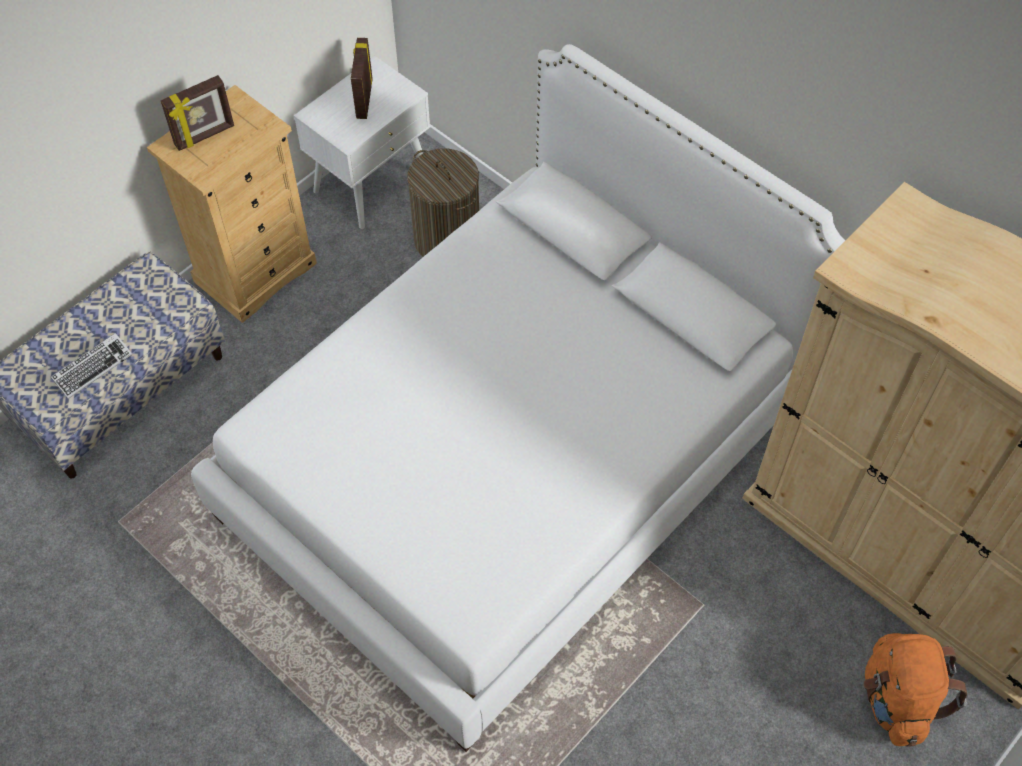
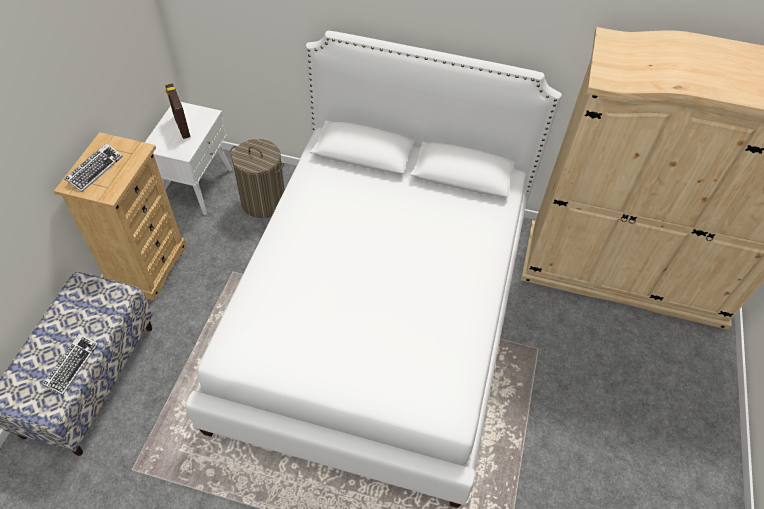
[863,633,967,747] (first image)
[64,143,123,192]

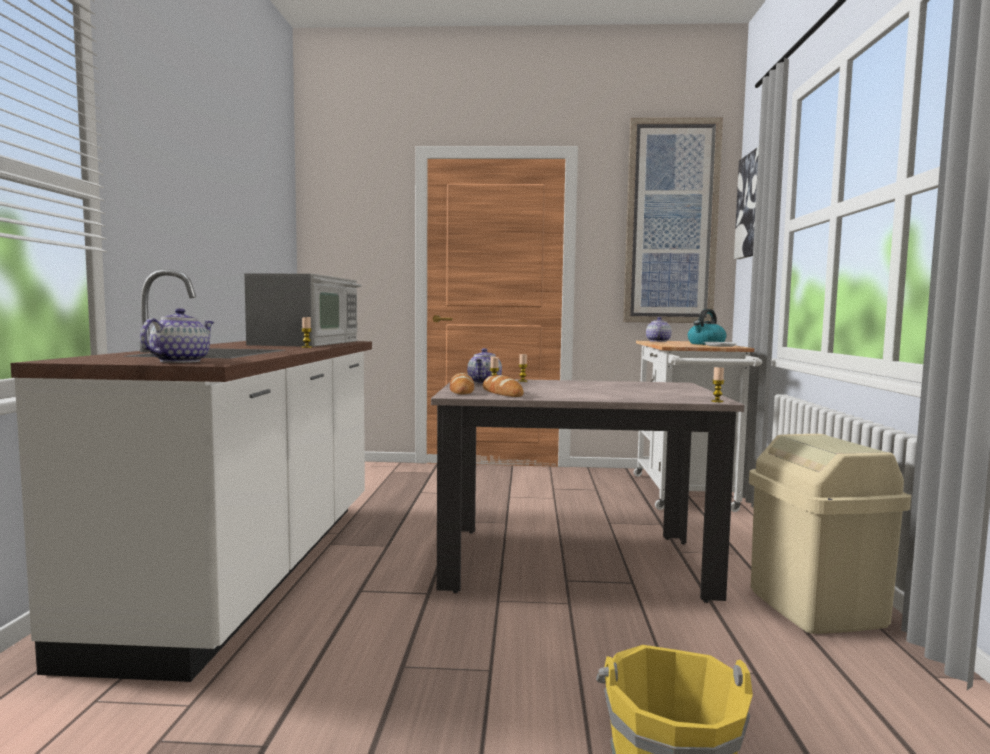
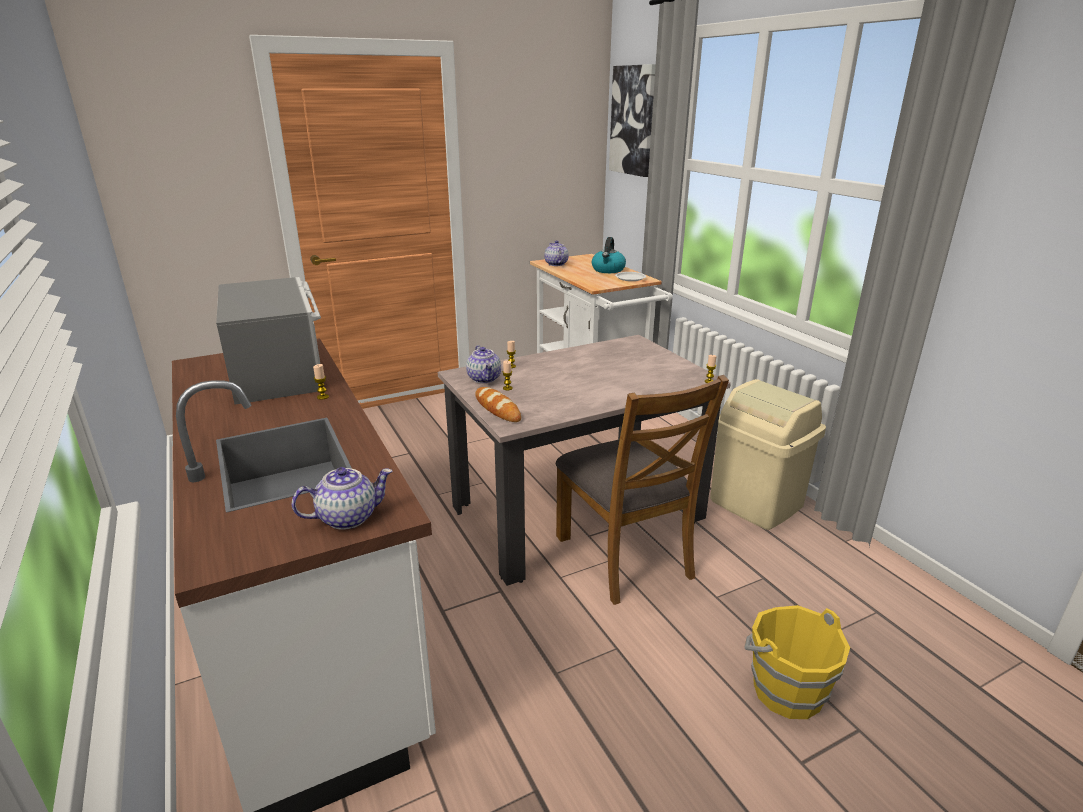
[483,375,524,397] (first image)
[623,117,723,323] (first image)
[555,375,729,605]
[292,467,393,530]

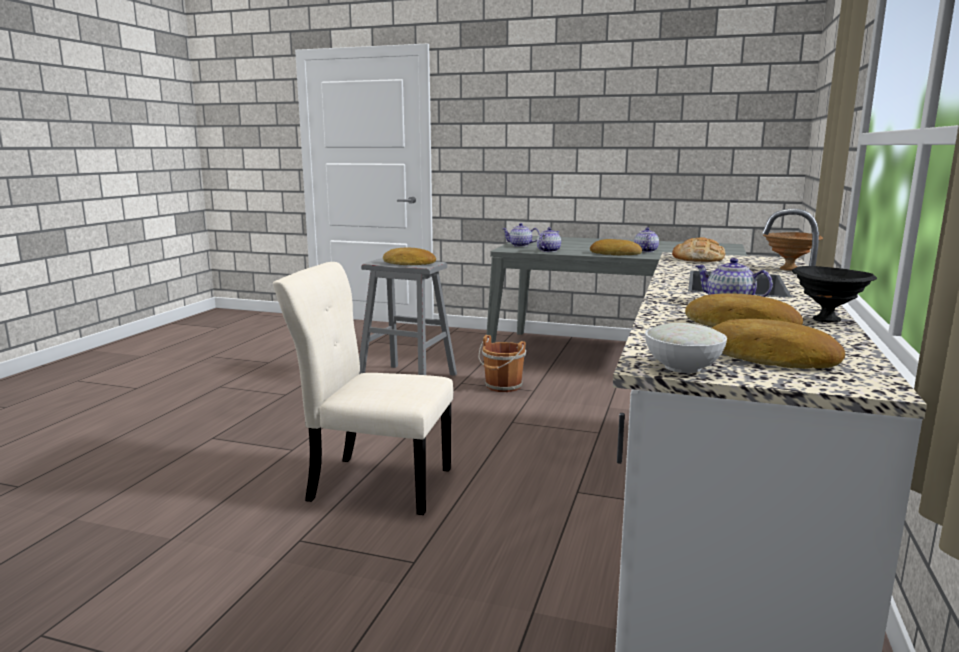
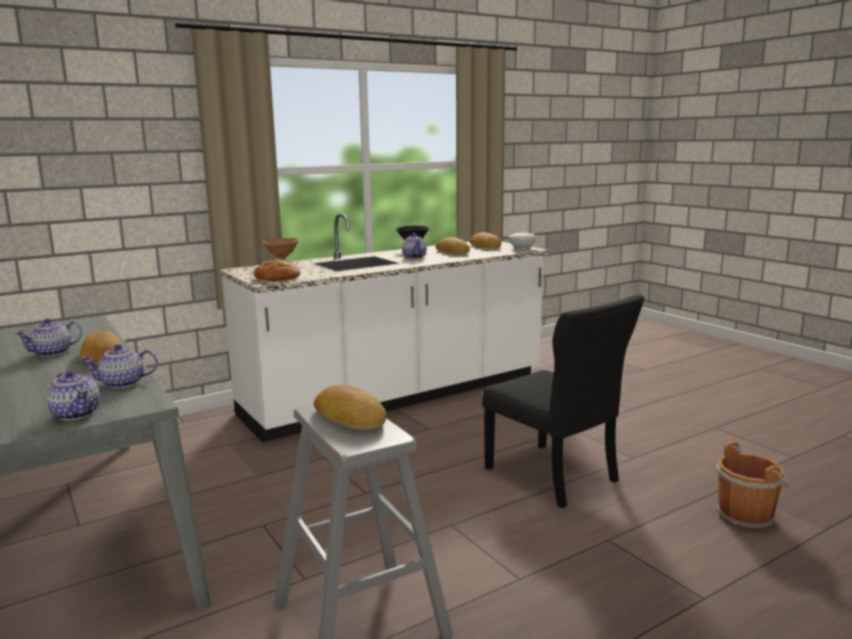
[715,441,790,531]
[482,294,645,508]

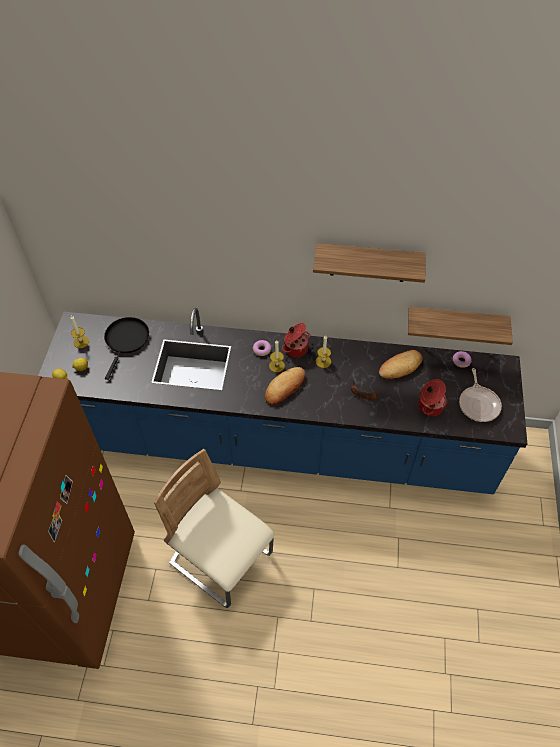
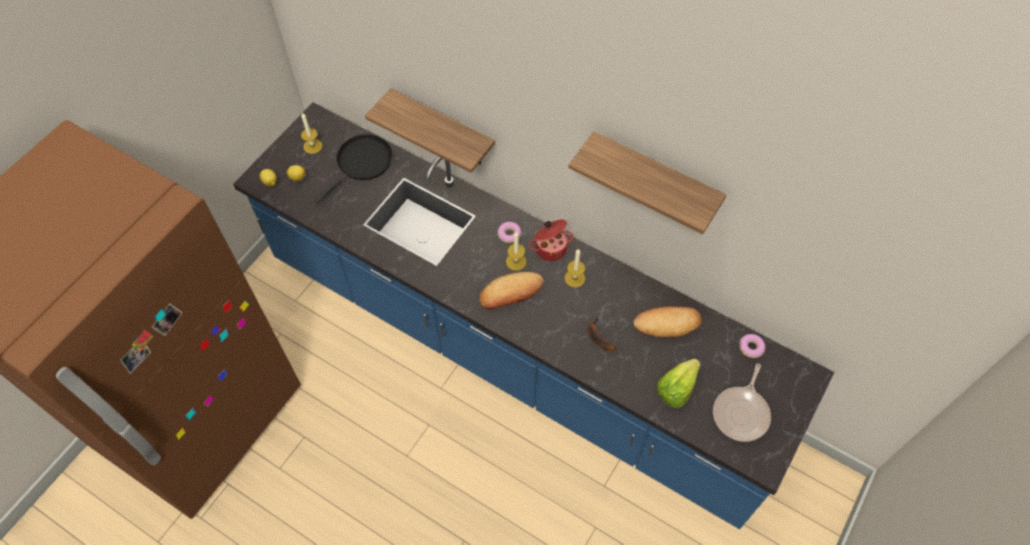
[154,449,275,608] (first image)
[365,88,495,173]
[657,359,700,408]

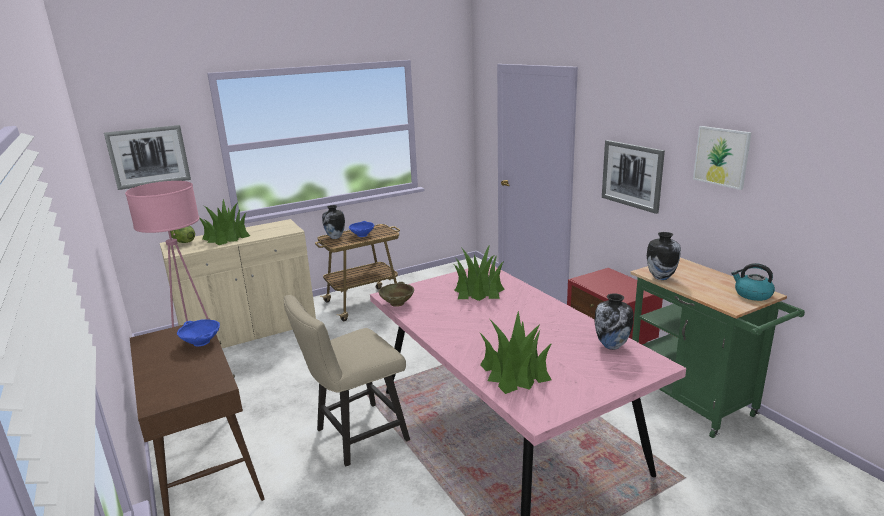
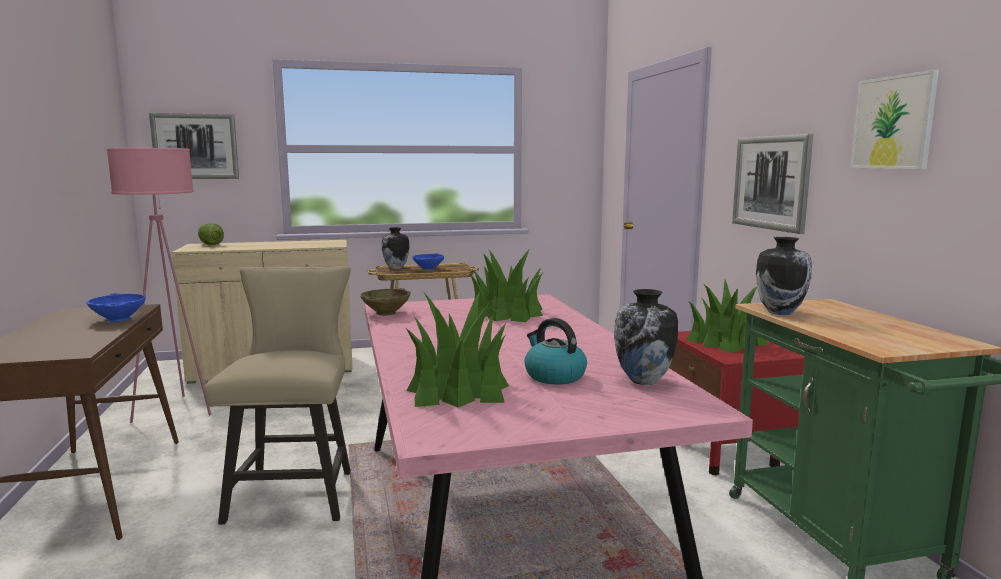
[686,279,768,353]
[524,318,587,384]
[205,266,351,524]

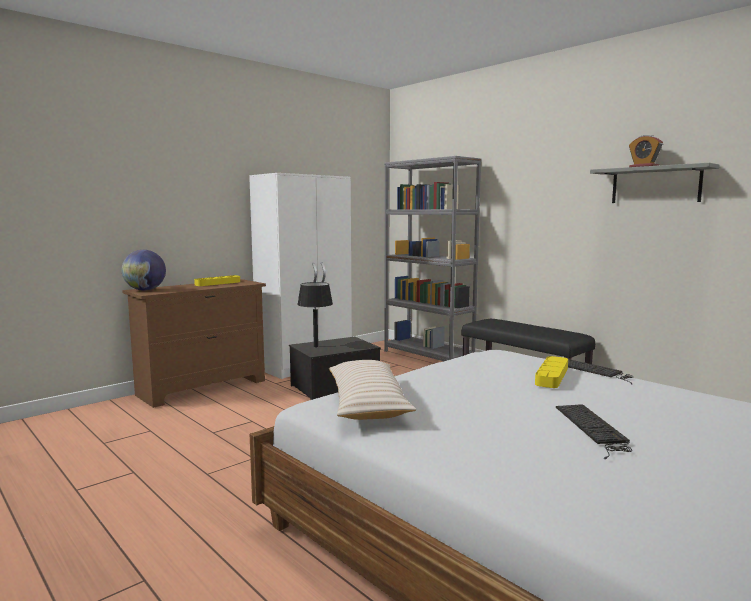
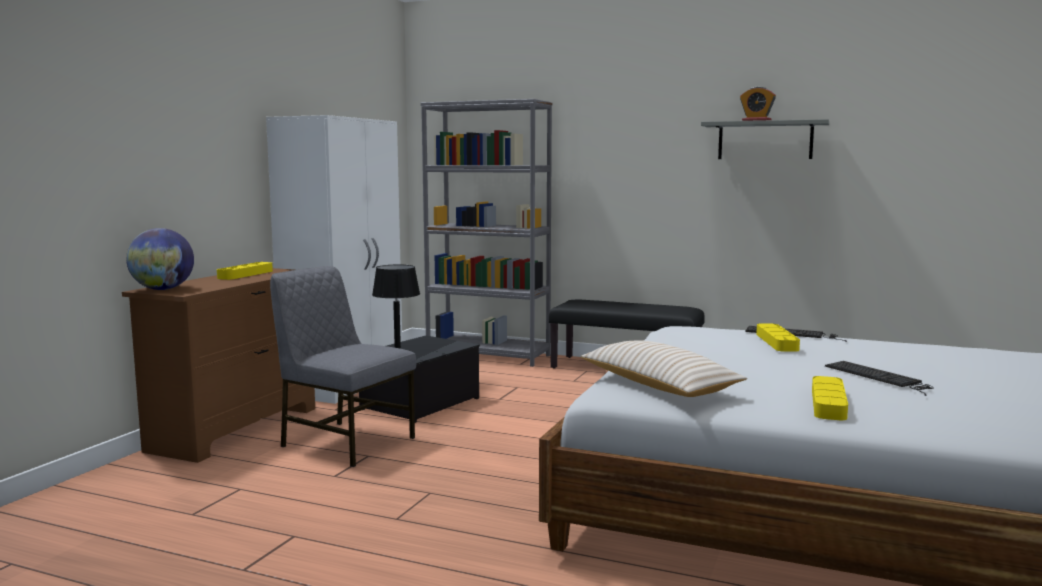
[270,266,416,467]
[812,376,848,420]

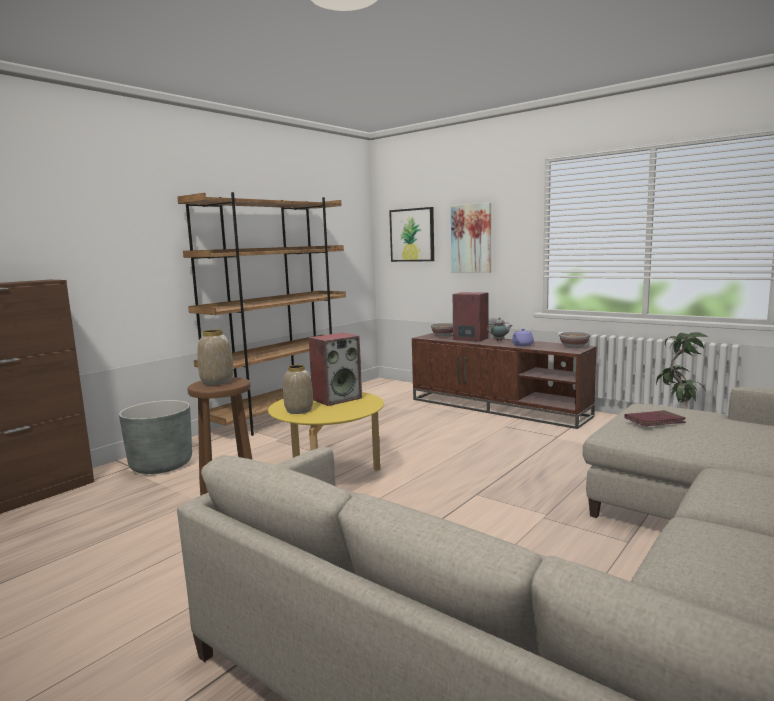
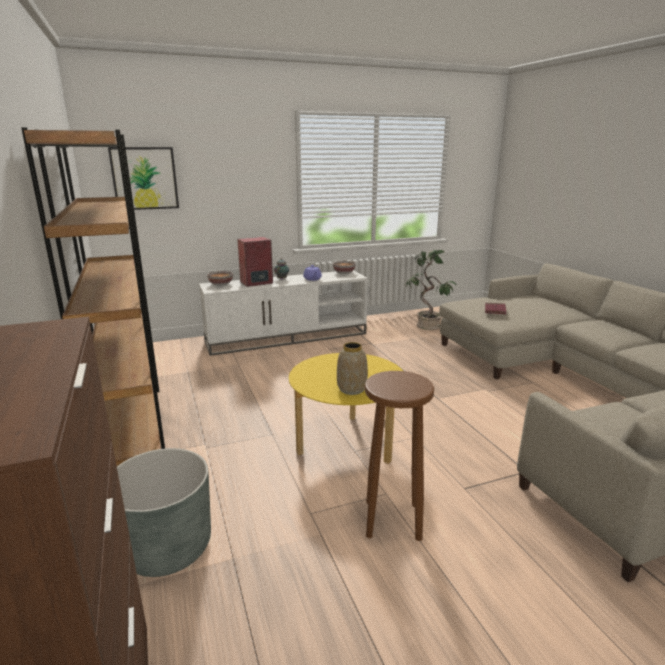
[197,329,234,386] (first image)
[309,333,362,406] (first image)
[451,203,491,273] (first image)
[199,270,368,356]

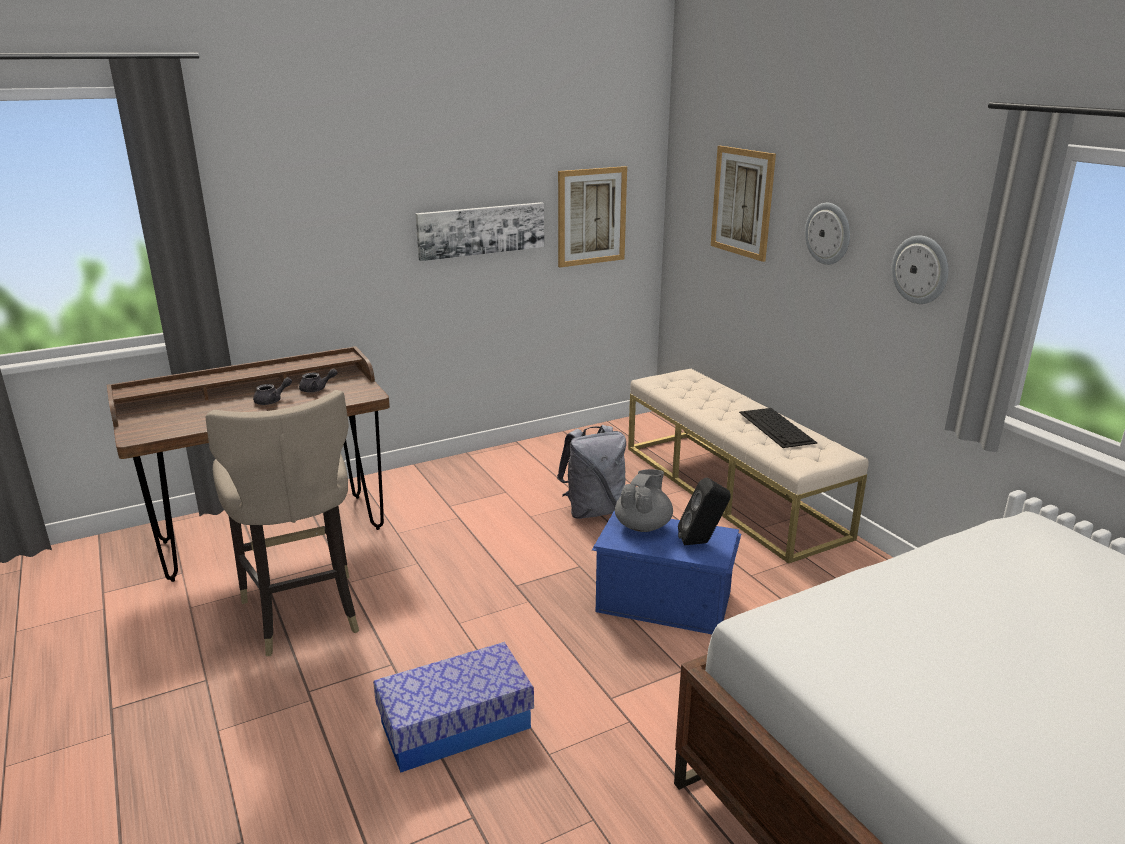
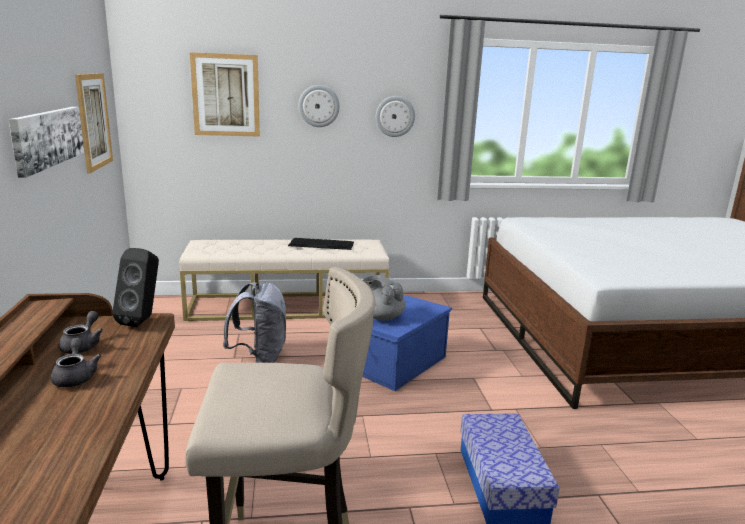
[112,248,159,327]

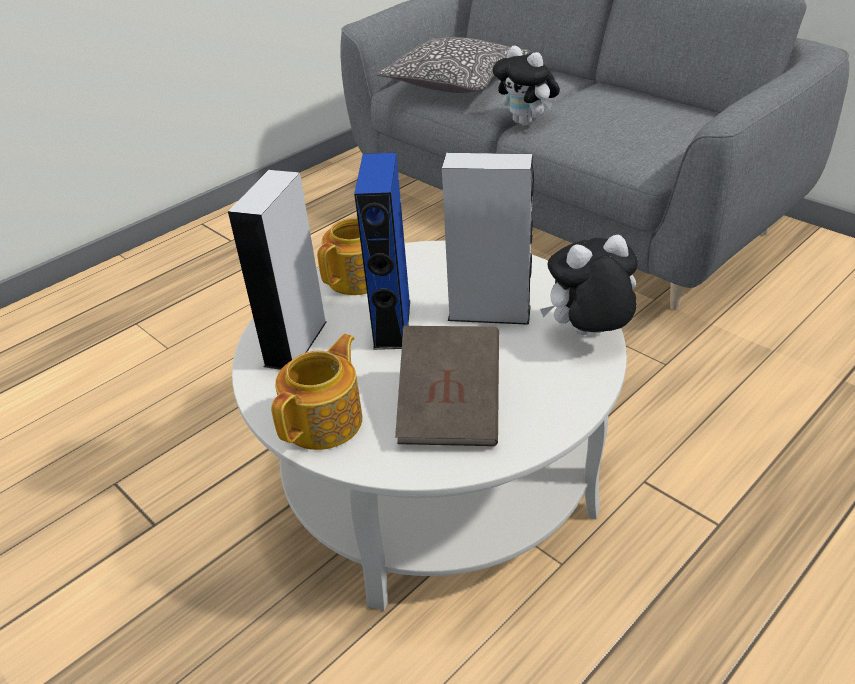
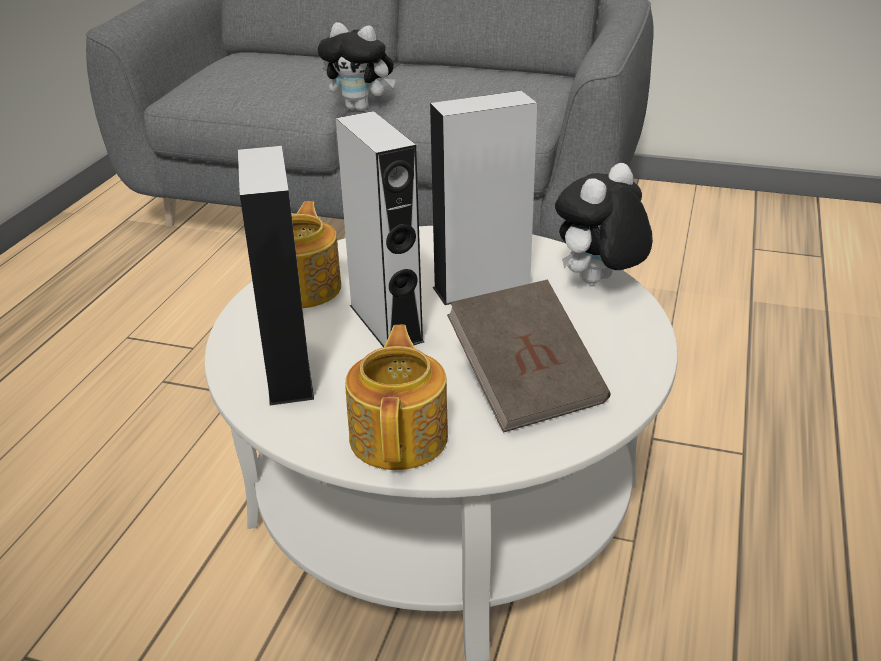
[377,37,530,93] (first image)
[336,111,424,347]

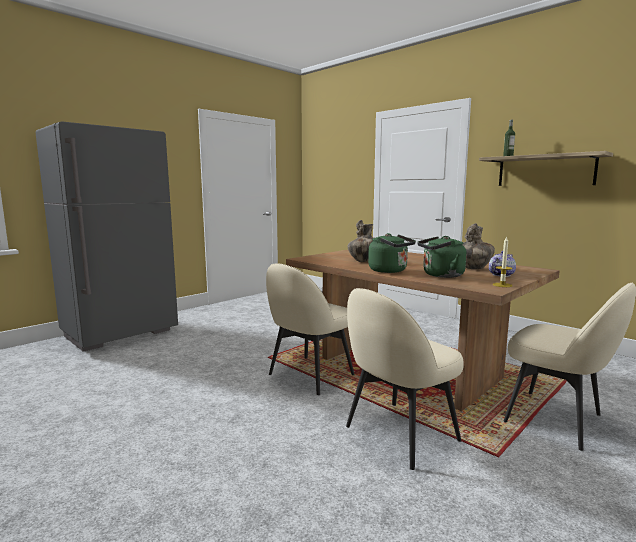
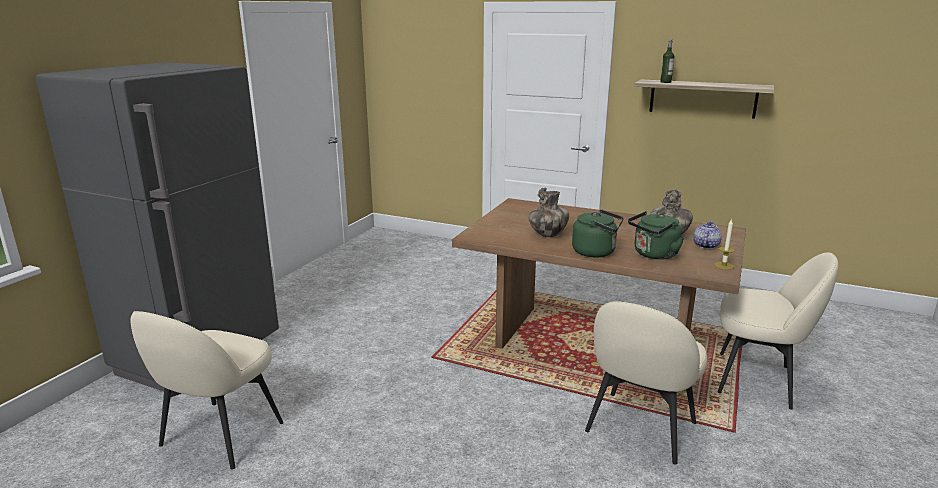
[131,311,284,469]

